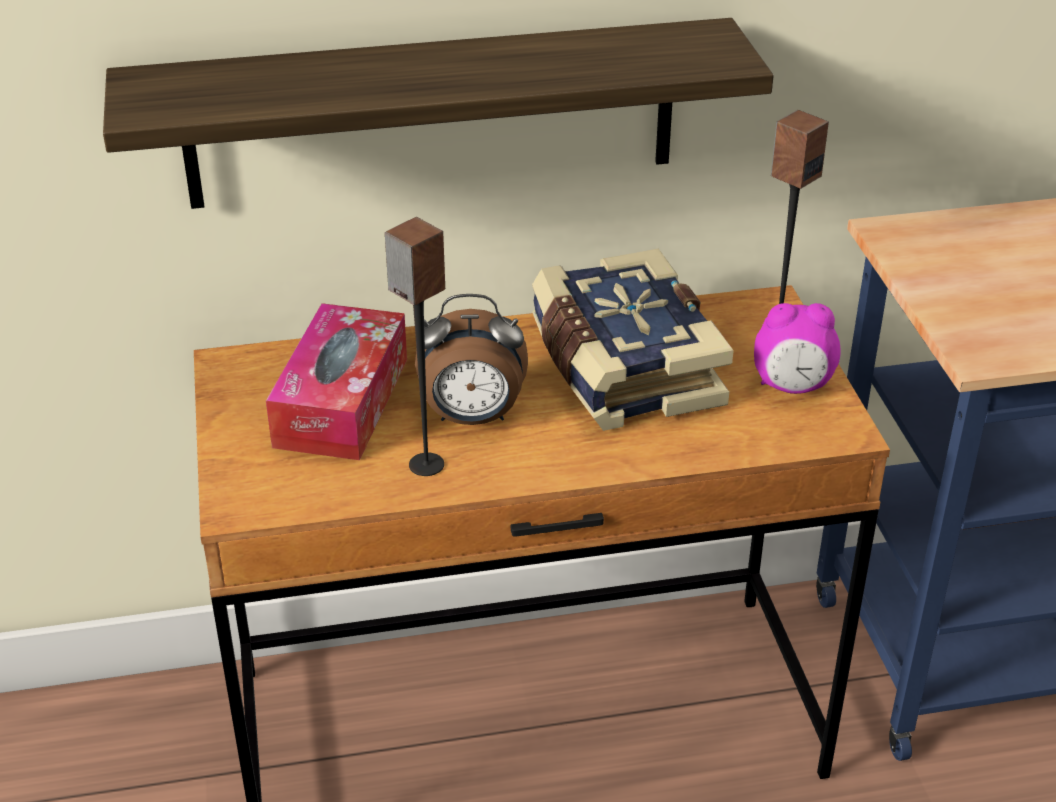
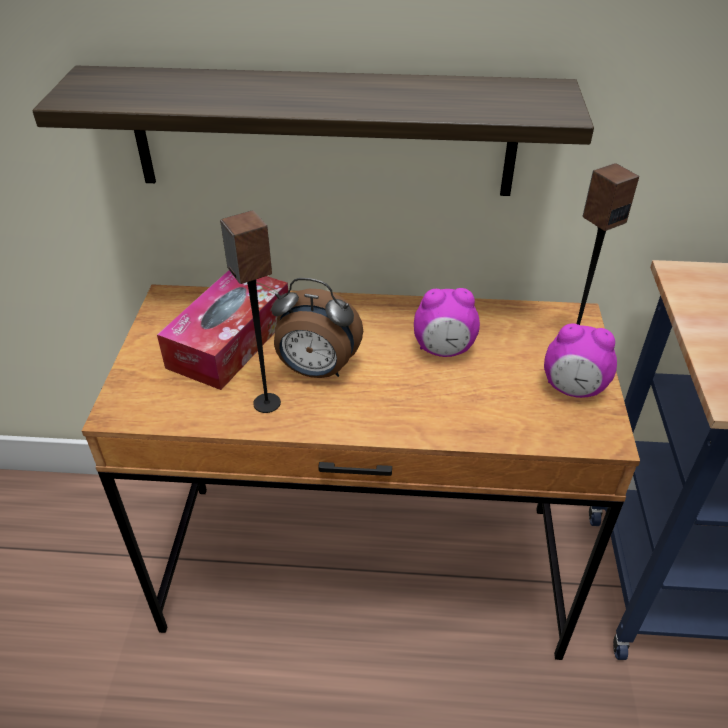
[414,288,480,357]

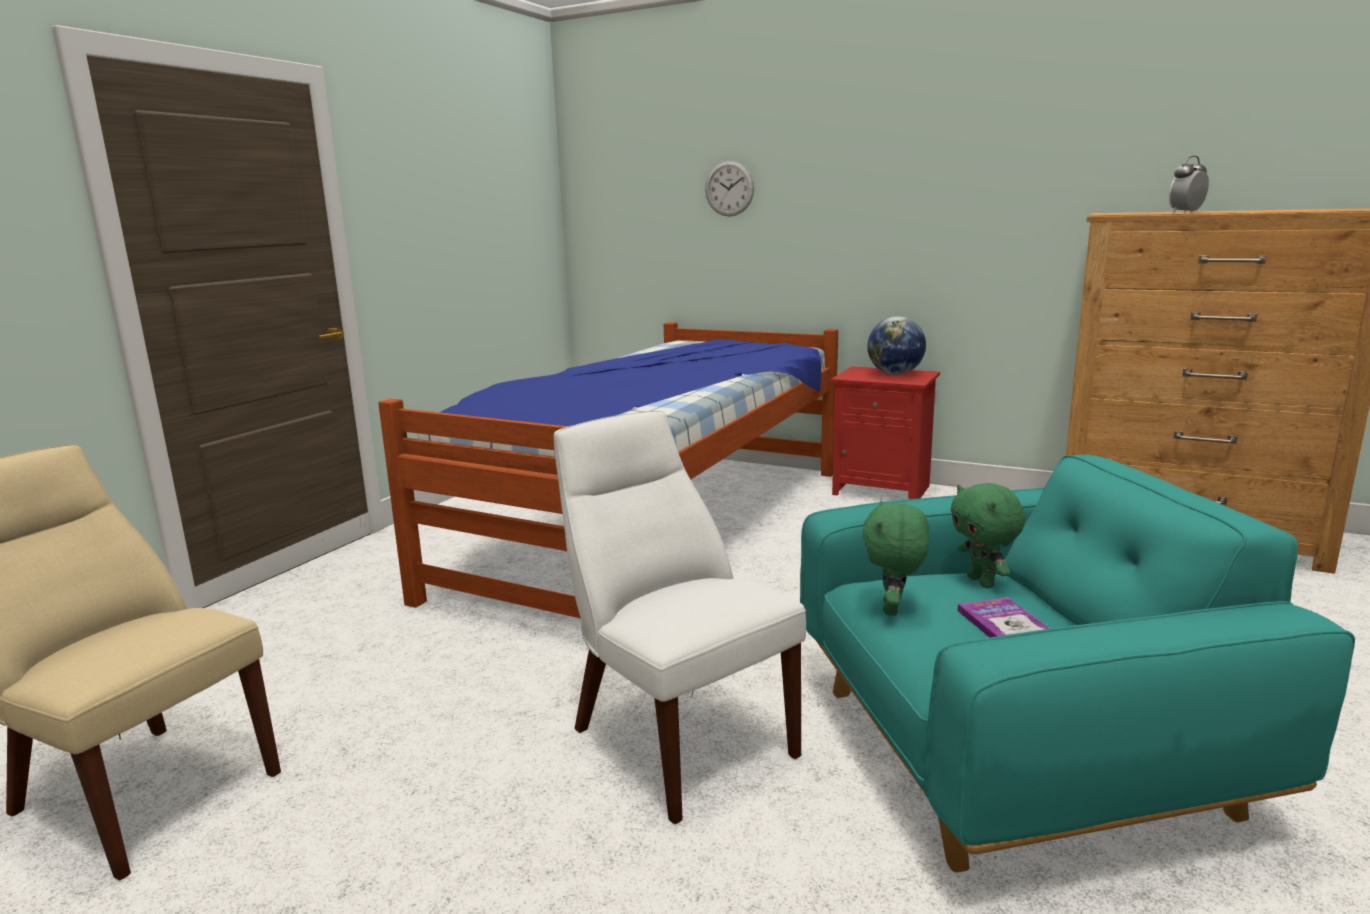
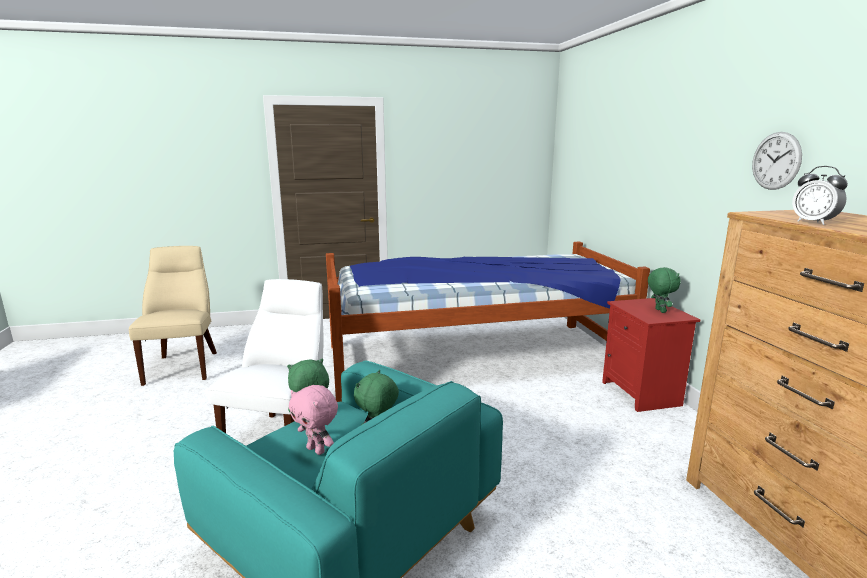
[752,132,802,190]
[648,267,681,313]
[289,385,338,455]
[792,166,848,225]

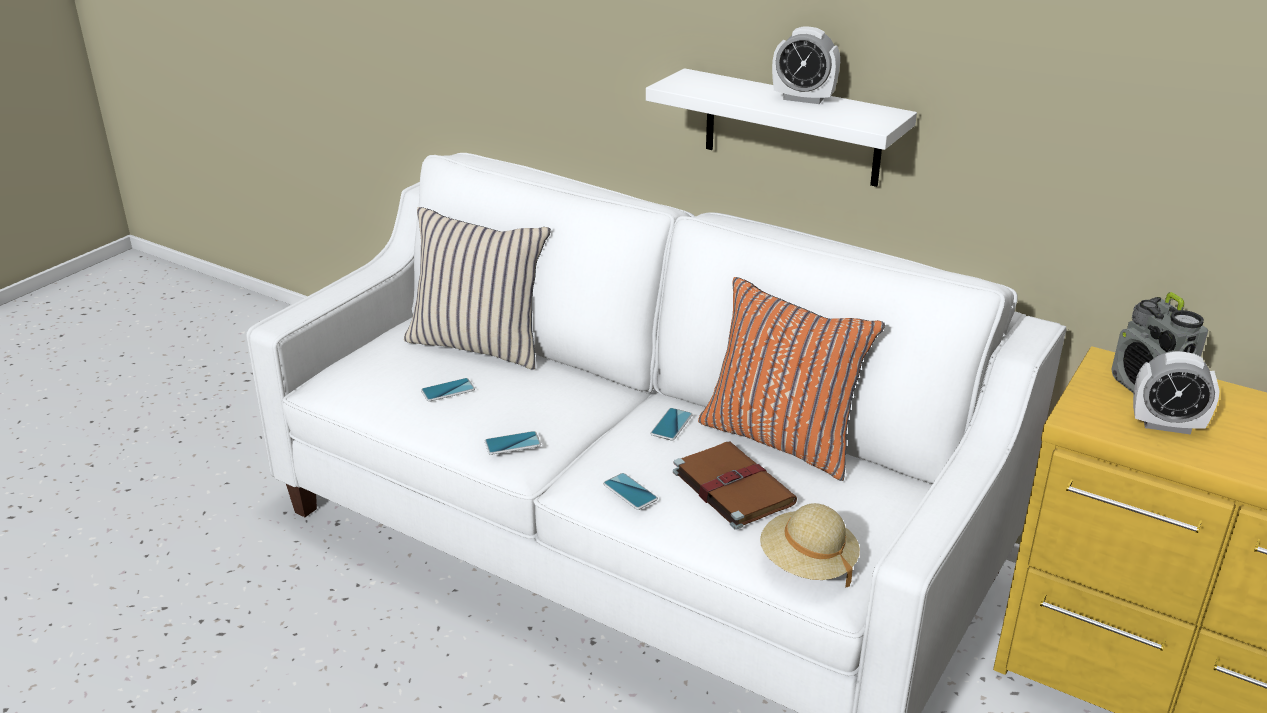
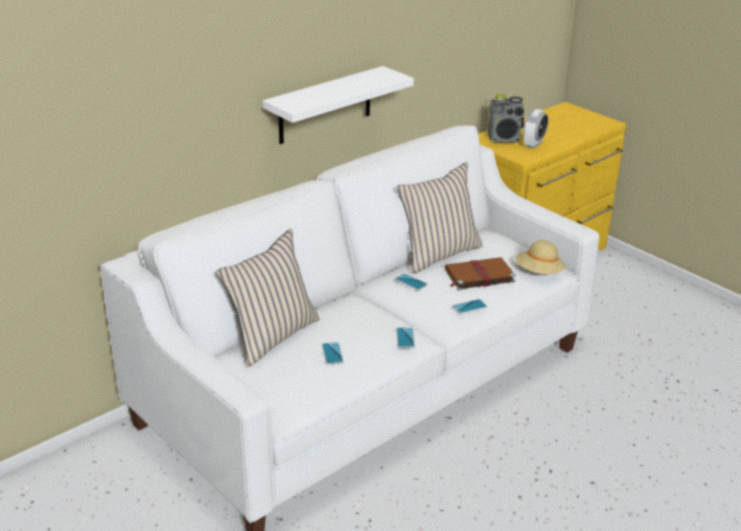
[772,26,840,104] (first image)
[396,162,483,274]

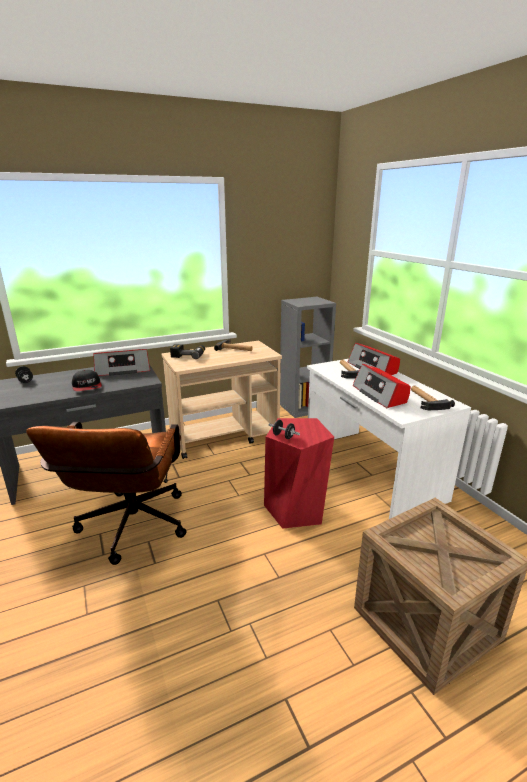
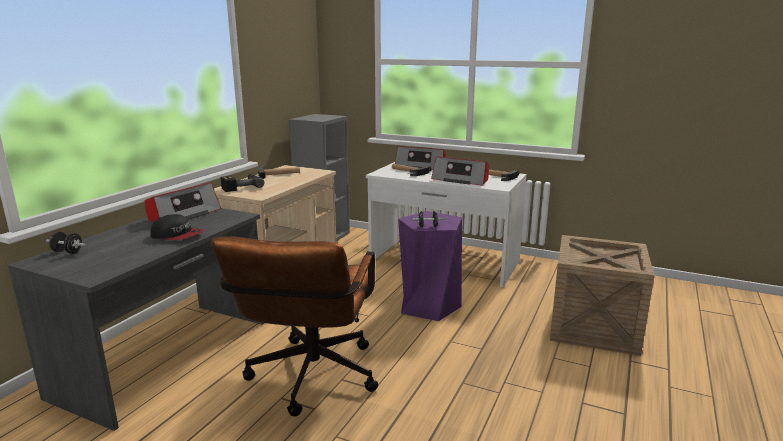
[398,211,462,321]
[211,236,378,416]

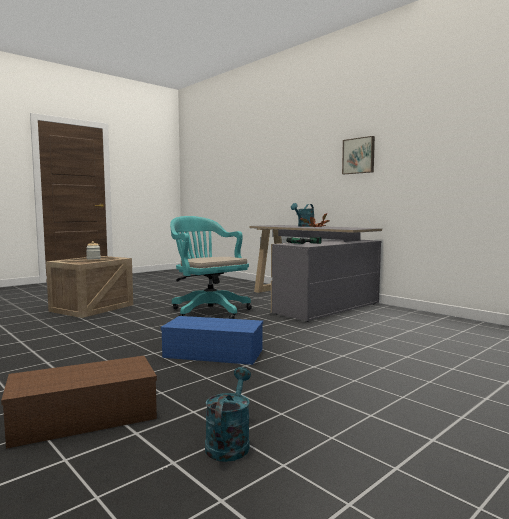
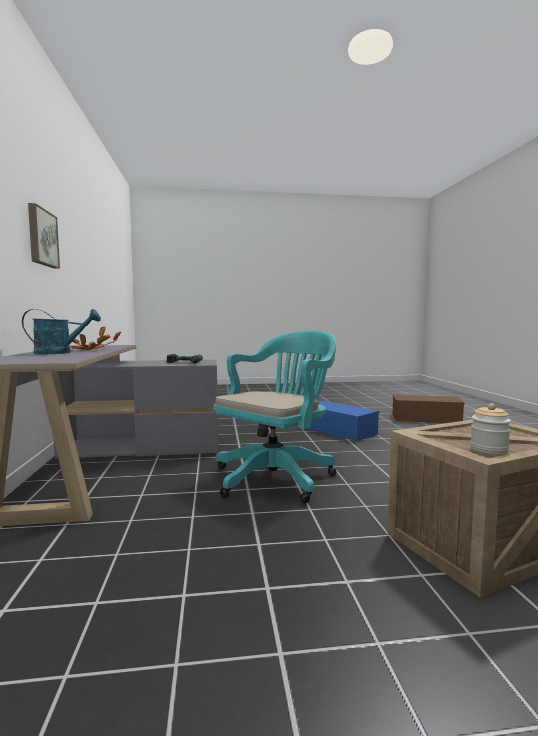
[205,367,251,462] (first image)
[213,330,337,504]

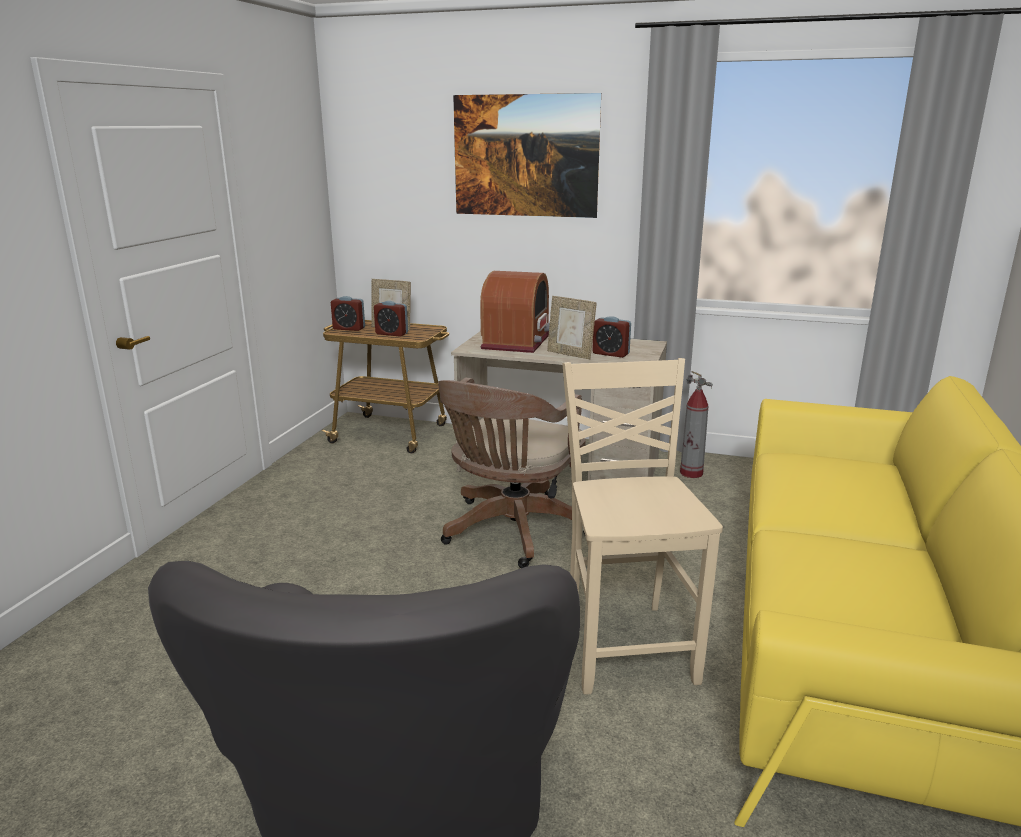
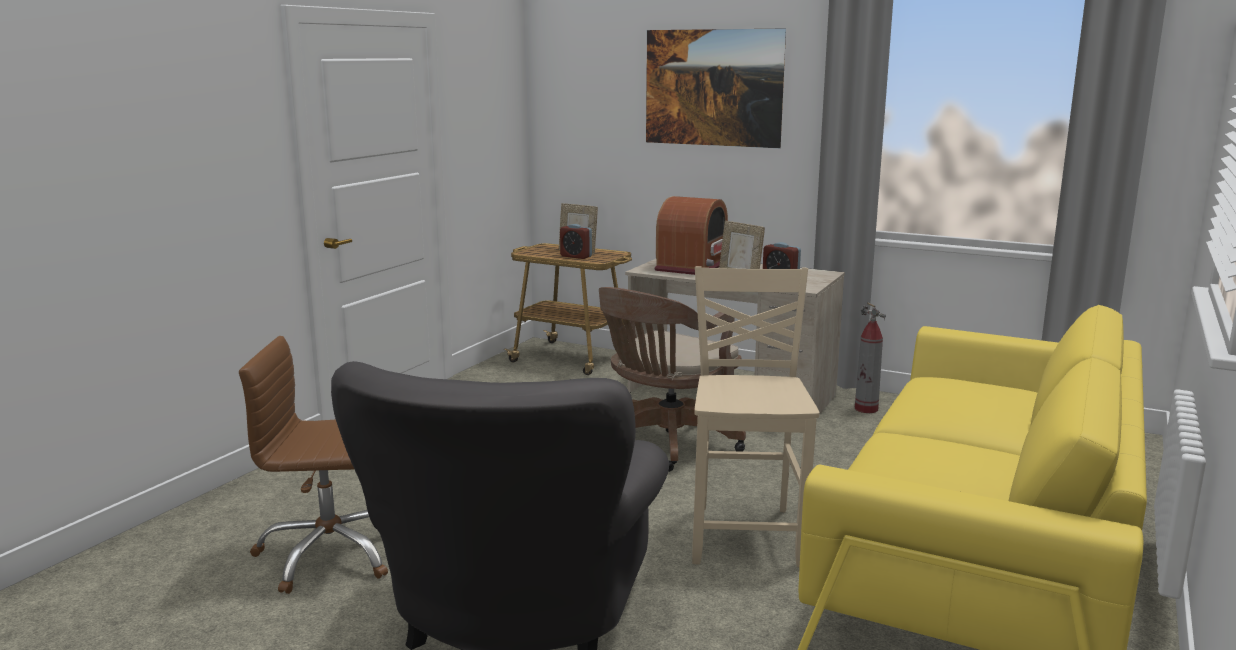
[331,296,365,331] (first image)
[239,336,388,594]

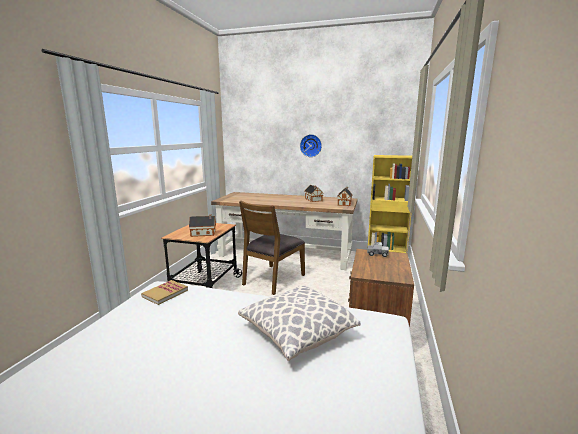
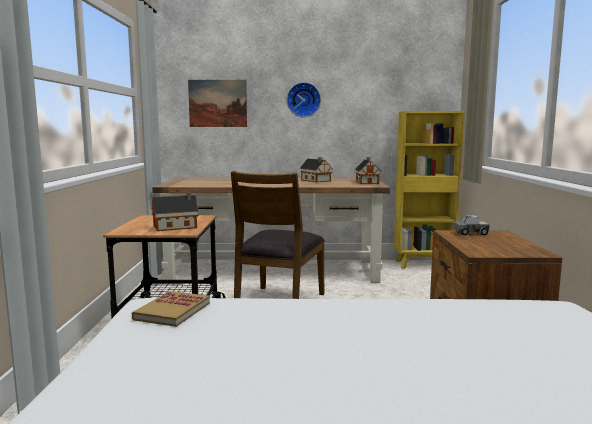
[238,285,360,361] (first image)
[188,80,247,127]

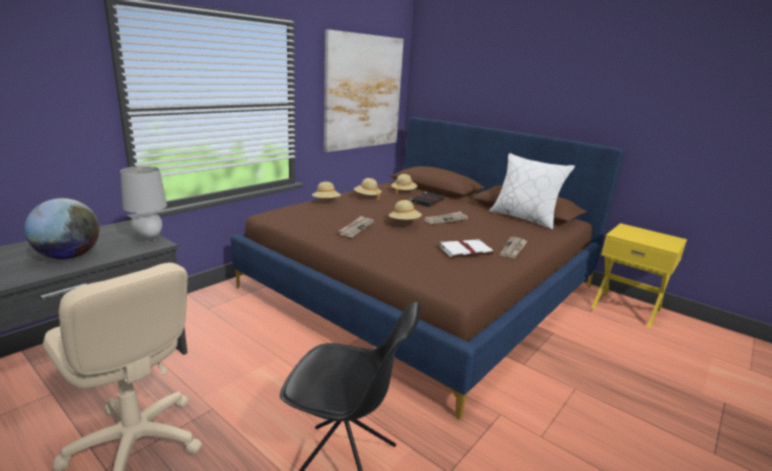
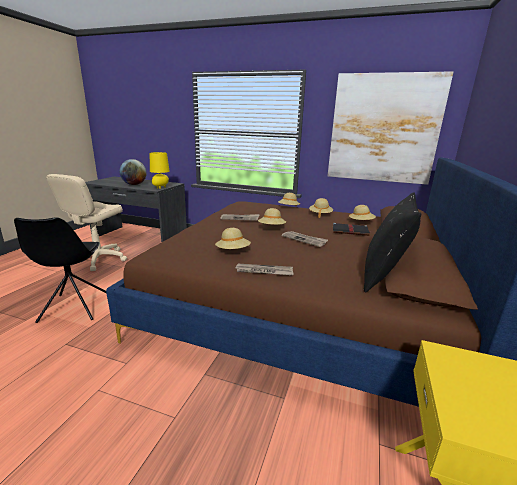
[215,228,251,249]
[150,152,170,189]
[364,192,421,293]

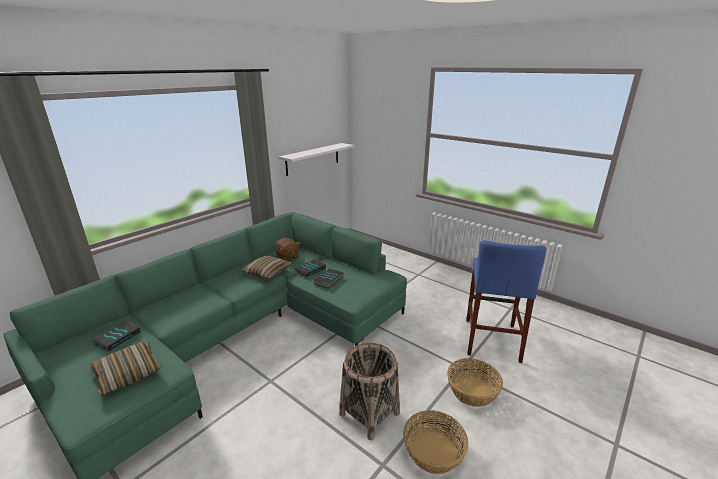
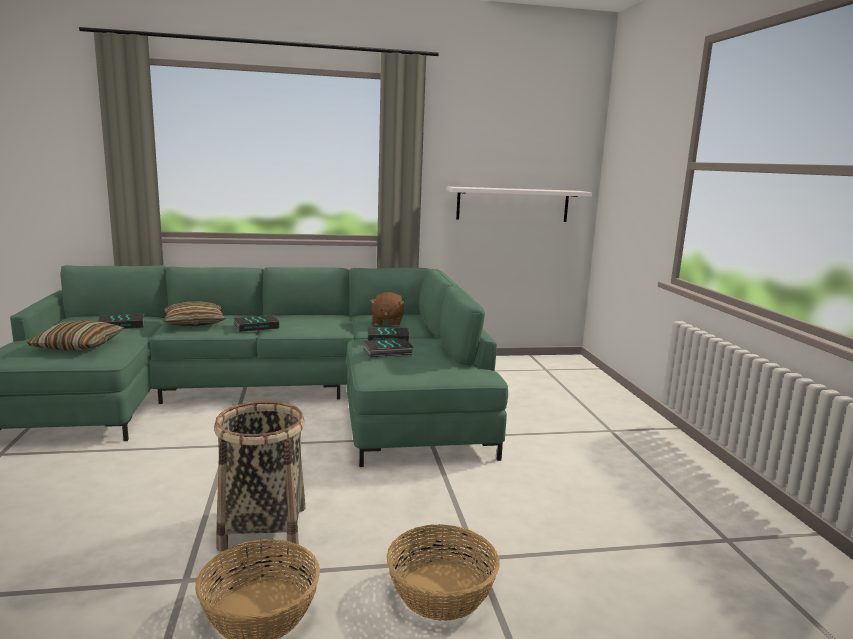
[466,240,546,363] (first image)
[234,315,279,332]
[164,301,226,327]

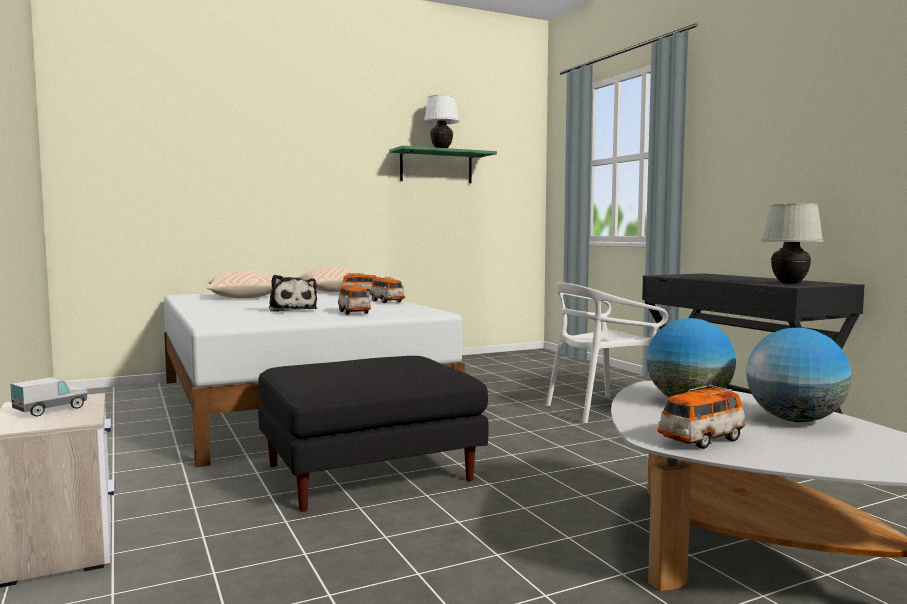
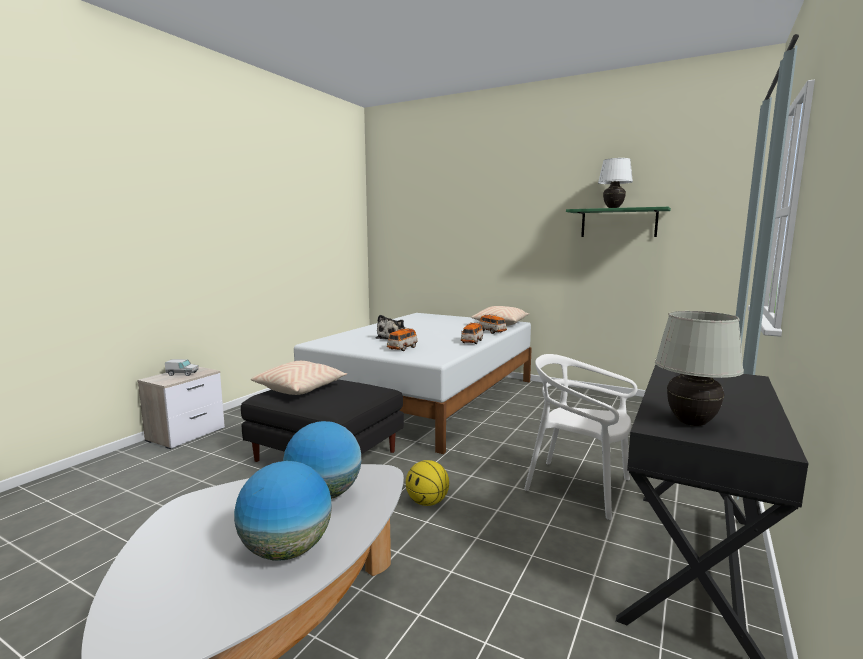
[658,385,746,449] (first image)
[406,460,449,506]
[251,361,347,395]

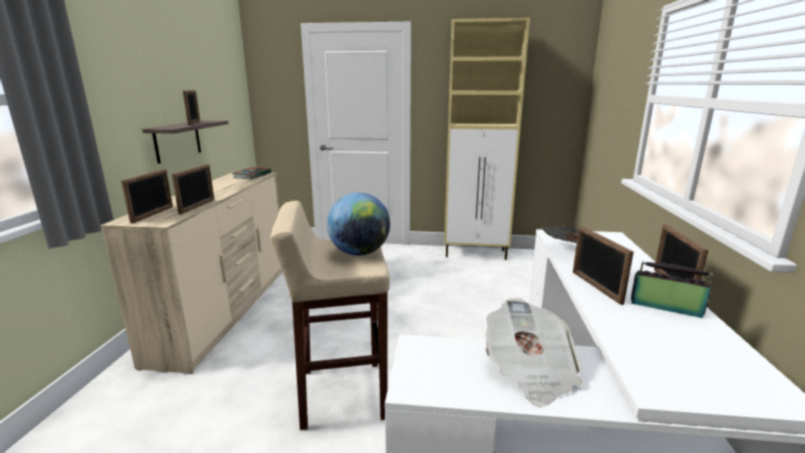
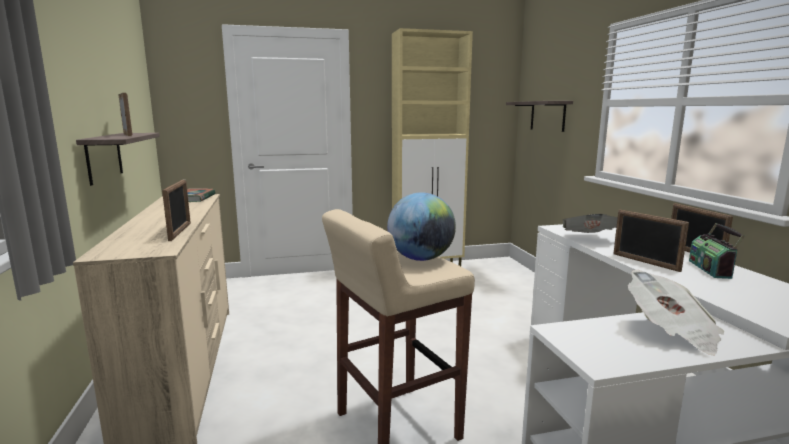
[121,169,173,223] (first image)
[506,101,573,132]
[689,223,745,279]

